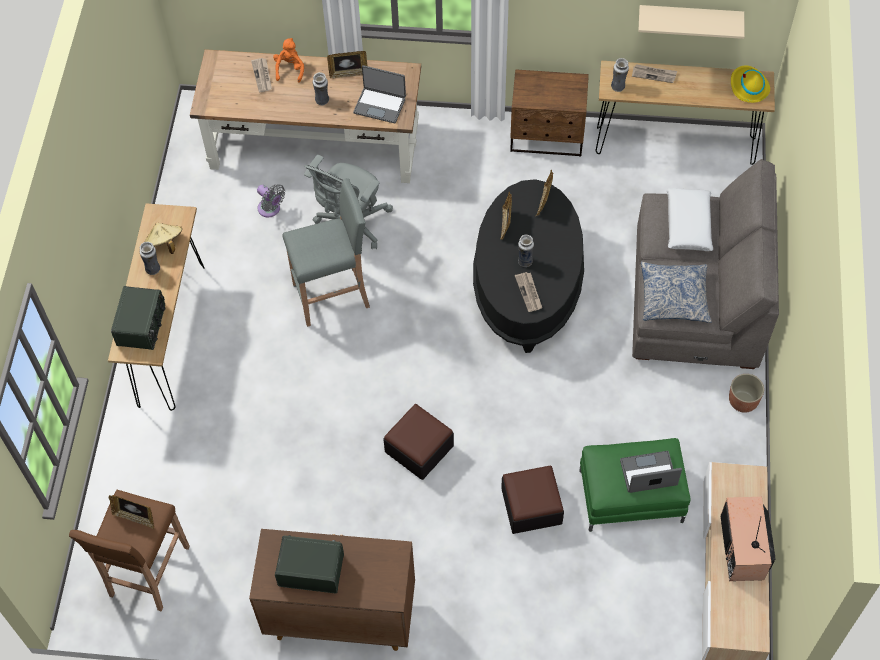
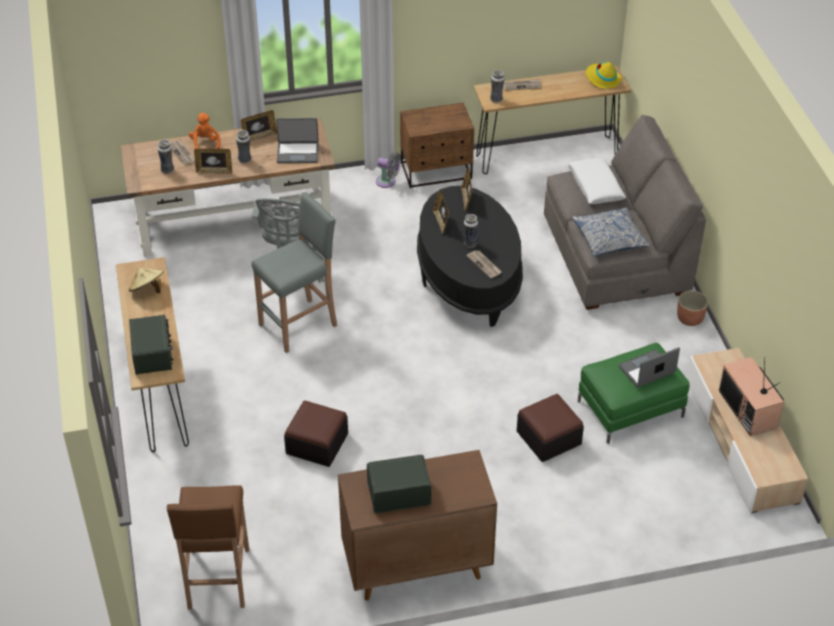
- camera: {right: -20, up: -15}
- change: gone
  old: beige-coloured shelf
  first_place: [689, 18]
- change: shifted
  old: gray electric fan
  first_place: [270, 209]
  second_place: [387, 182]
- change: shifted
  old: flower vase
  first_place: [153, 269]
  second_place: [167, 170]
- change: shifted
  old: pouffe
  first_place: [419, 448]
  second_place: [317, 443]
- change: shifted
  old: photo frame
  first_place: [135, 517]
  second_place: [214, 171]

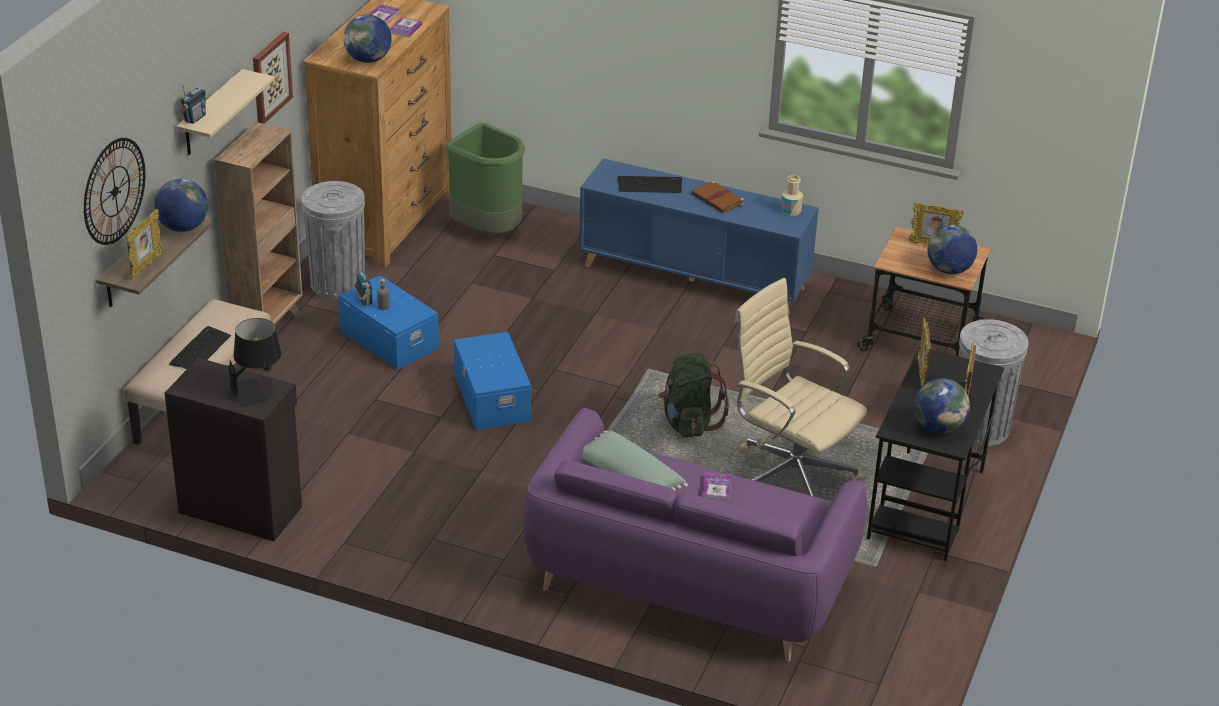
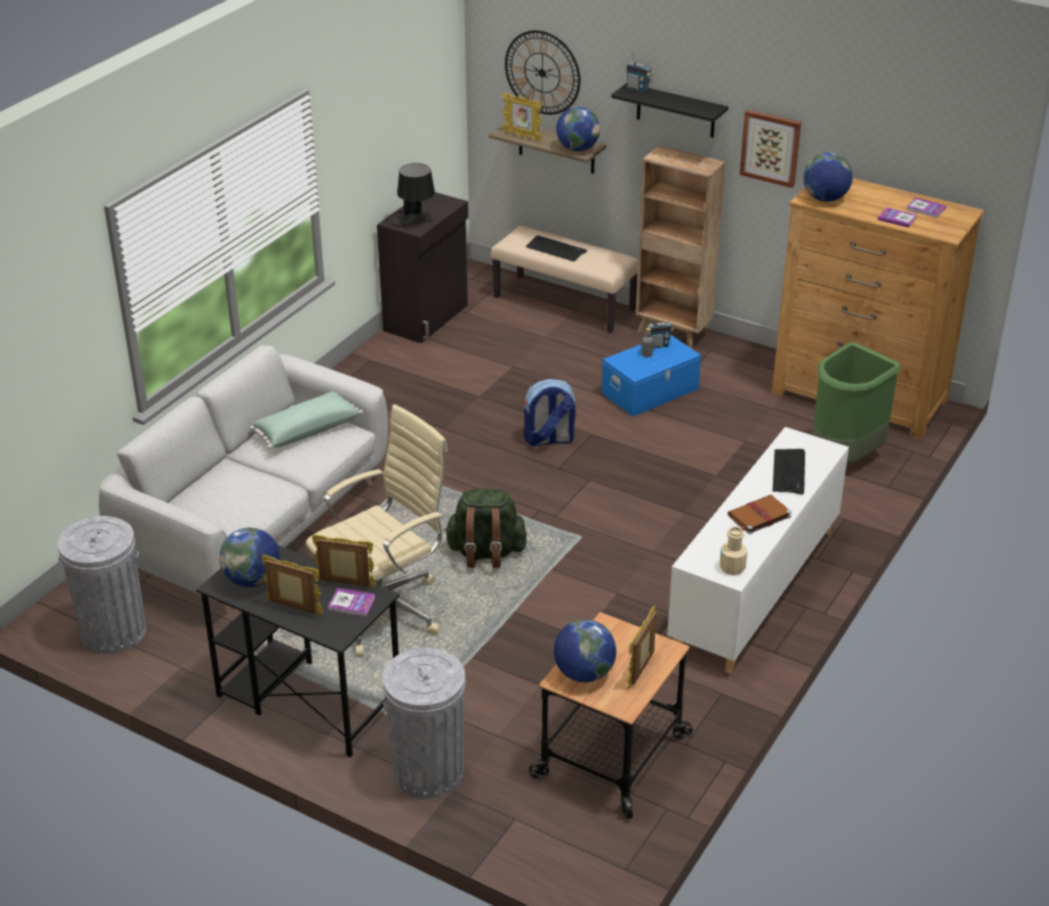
- camera: {right: 100, up: 0}
- change: repainted
  old: beige-coloured shelf
  new: blackish shelf
  first_place: [211, 114]
  second_place: [676, 111]
- change: repainted
  old: bluish cabinet
  new: white-coloured cabinet
  first_place: [694, 277]
  second_place: [755, 589]
- change: shifted
  old: gray waste bin
  first_place: [337, 283]
  second_place: [113, 631]
- change: swapped
  old: bluish storage box
  new: backpack
  first_place: [491, 398]
  second_place: [549, 440]
- change: repainted
  old: purplish settee
  new: gray settee
  first_place: [689, 581]
  second_place: [255, 526]
- change: shifted
  old: bound book
  first_place: [716, 487]
  second_place: [351, 603]

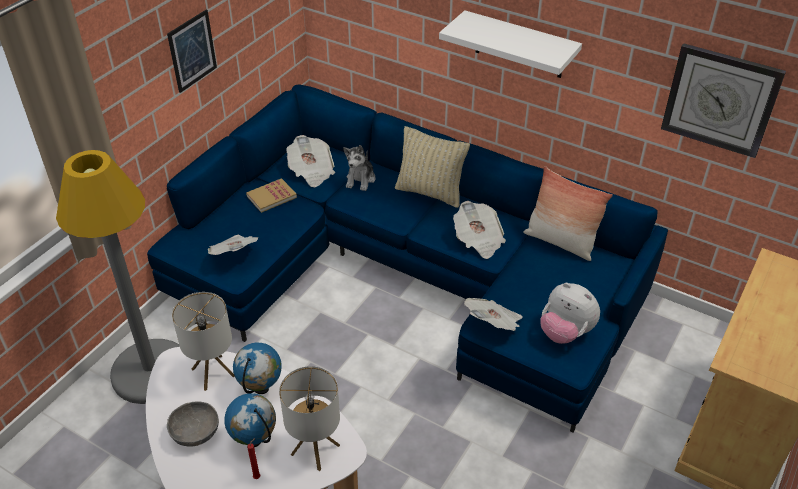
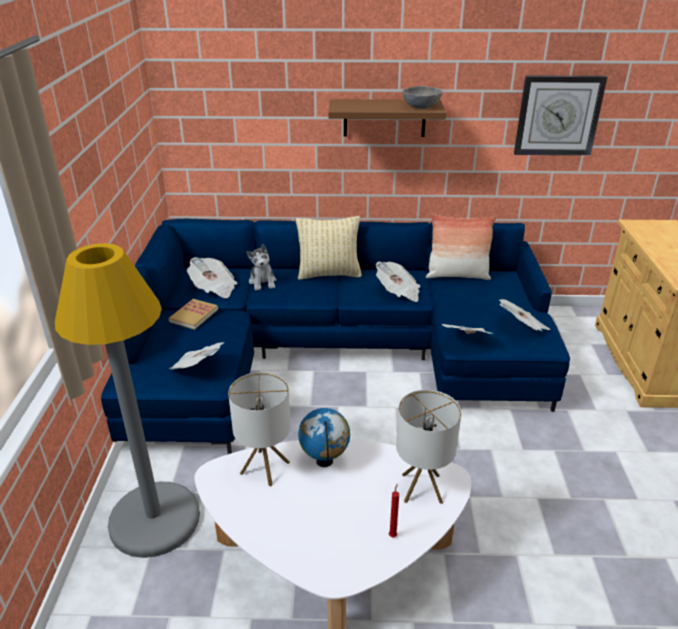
- camera: {right: -30, up: -10}
- change: gone
  old: wall picture
  first_place: [192, 51]
- change: repainted
  old: white-coloured shelf
  new: brown shelf
  first_place: [519, 45]
  second_place: [384, 118]
- change: swapped
  old: plush toy
  new: printed paper
  first_place: [565, 332]
  second_place: [522, 328]
- change: gone
  old: globe
  first_place: [254, 440]
- change: shifted
  old: gray serving bowl
  first_place: [196, 433]
  second_place: [421, 106]

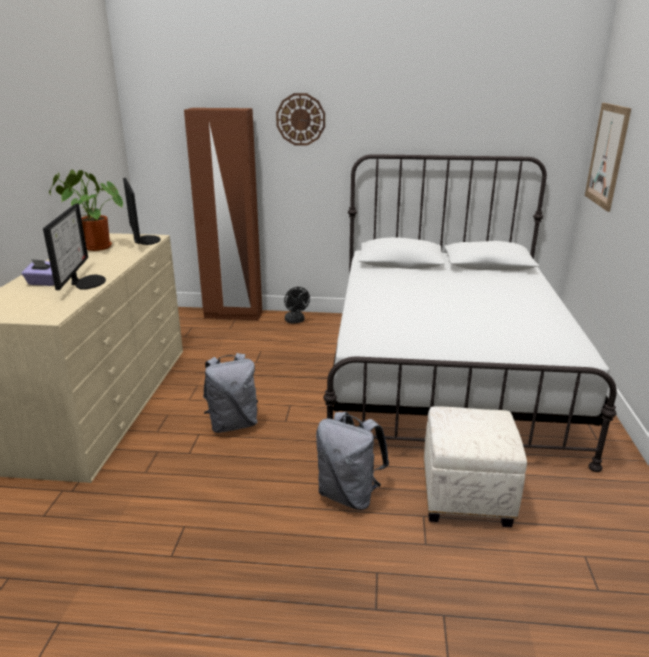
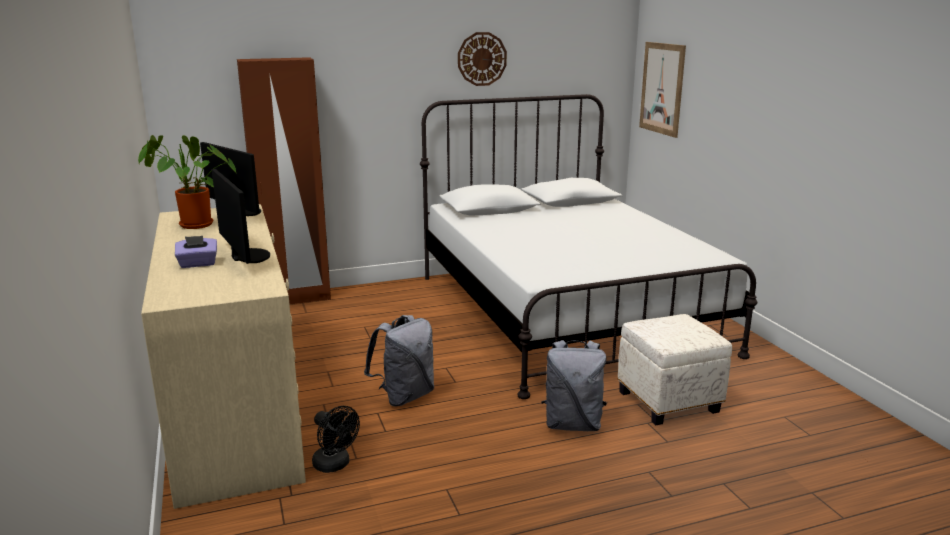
- camera: {right: -25, up: -5}
- change: shifted
  old: hanging clock
  first_place: [300, 119]
  second_place: [482, 59]
- change: shifted
  old: blackish electric fan
  first_place: [295, 321]
  second_place: [335, 465]

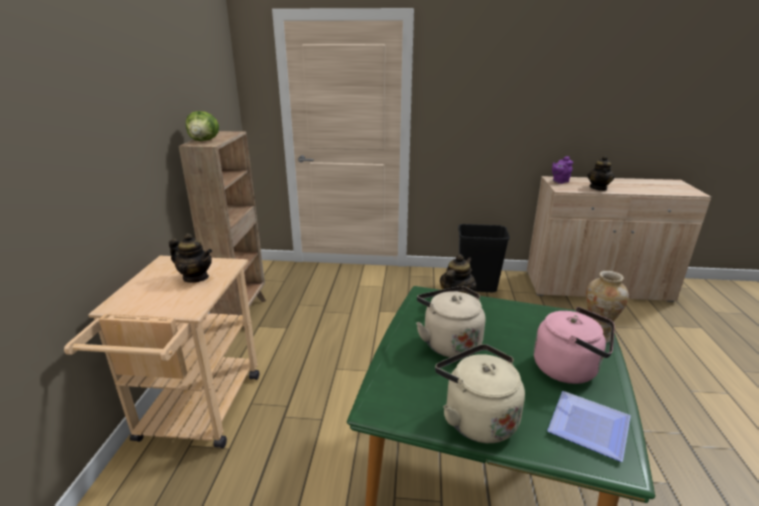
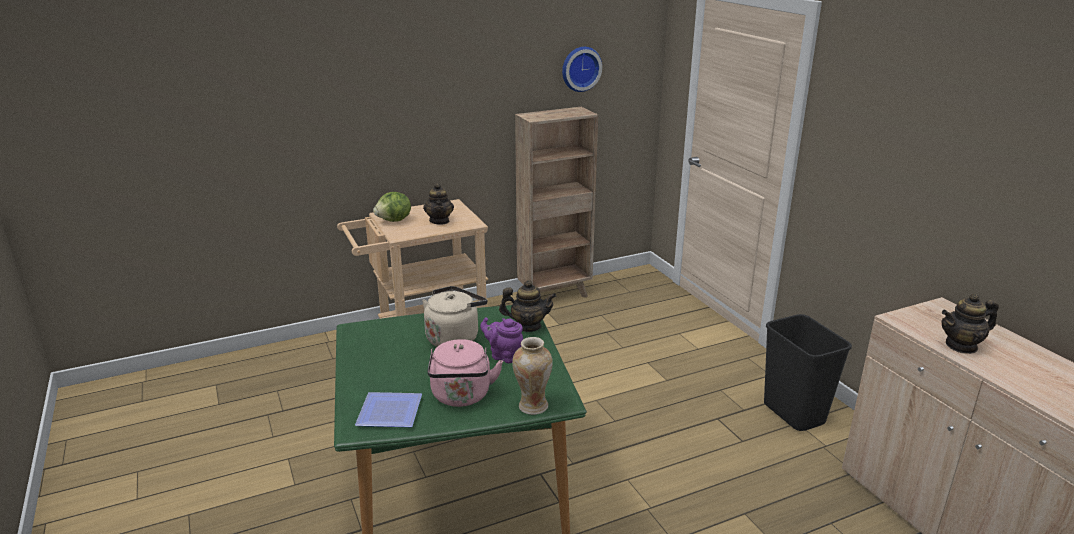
- camera: {right: 60, up: 0}
- change: shifted
  old: head of lettuce
  first_place: [204, 141]
  second_place: [394, 221]
- change: shifted
  old: purplish teapot
  first_place: [559, 181]
  second_place: [504, 356]
- change: gone
  old: beige-coloured water kettle
  first_place: [476, 418]
- change: new
  new: hanging clock
  second_place: [580, 68]

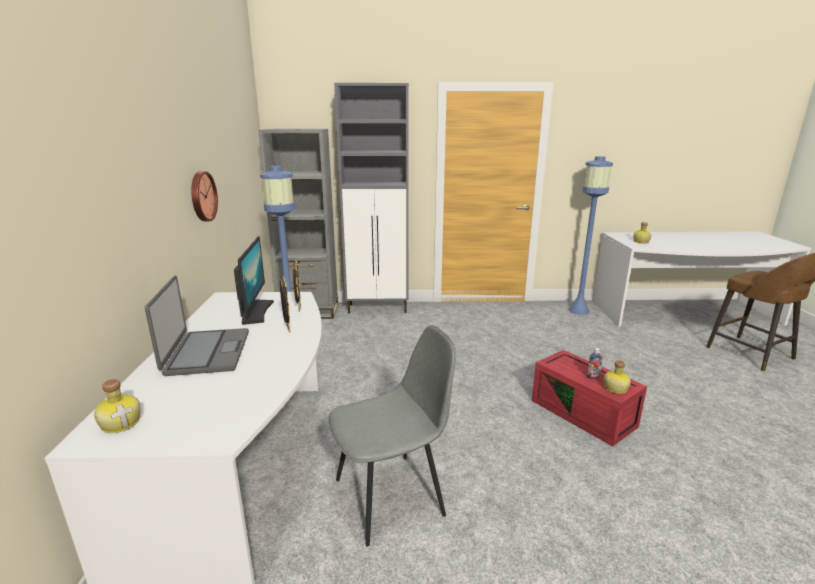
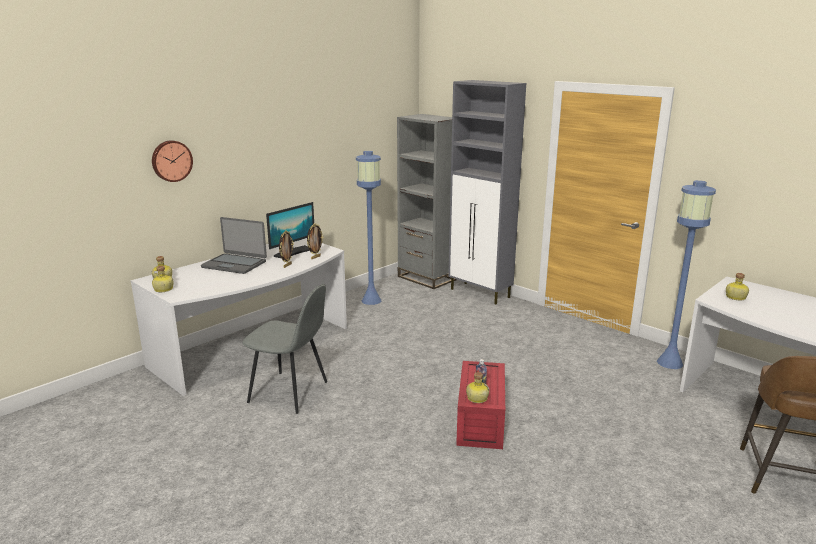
- camera: {right: 45, up: 0}
- change: shifted
  old: hanging clock
  first_place: [202, 196]
  second_place: [171, 161]
- change: rotated
  old: portable computer
  first_place: [206, 353]
  second_place: [234, 264]
  degrees: 75
- change: new
  new: drink bottle
  second_place: [163, 289]

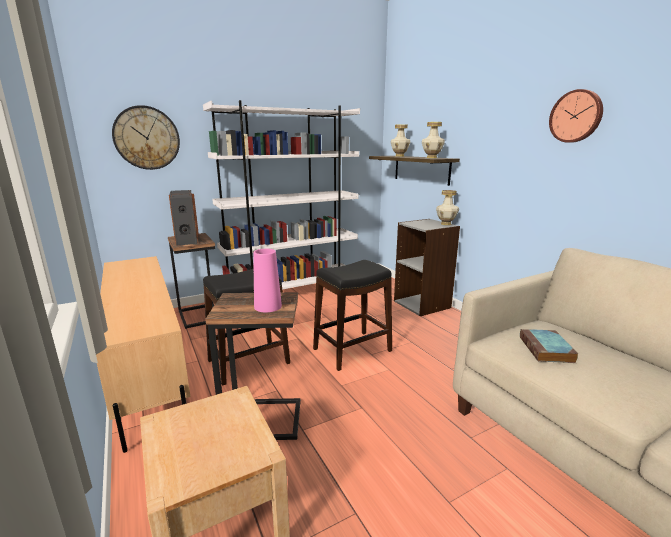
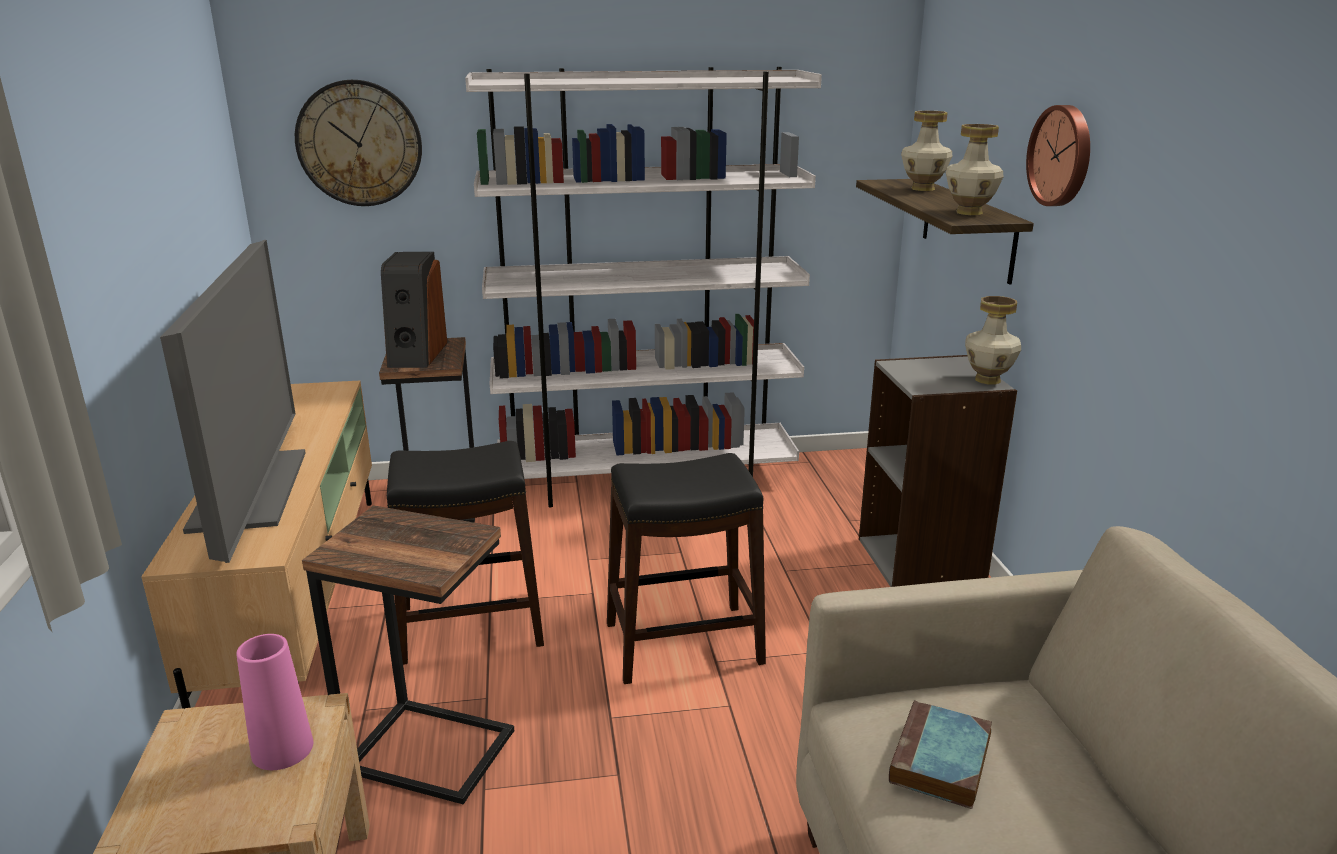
- camera: {right: 20, up: 5}
- change: shifted
  old: hanging clock
  first_place: [576, 116]
  second_place: [1062, 156]
- change: shifted
  old: pinkish flower vase
  first_place: [268, 306]
  second_place: [282, 749]
- change: new
  new: television
  second_place: [251, 489]

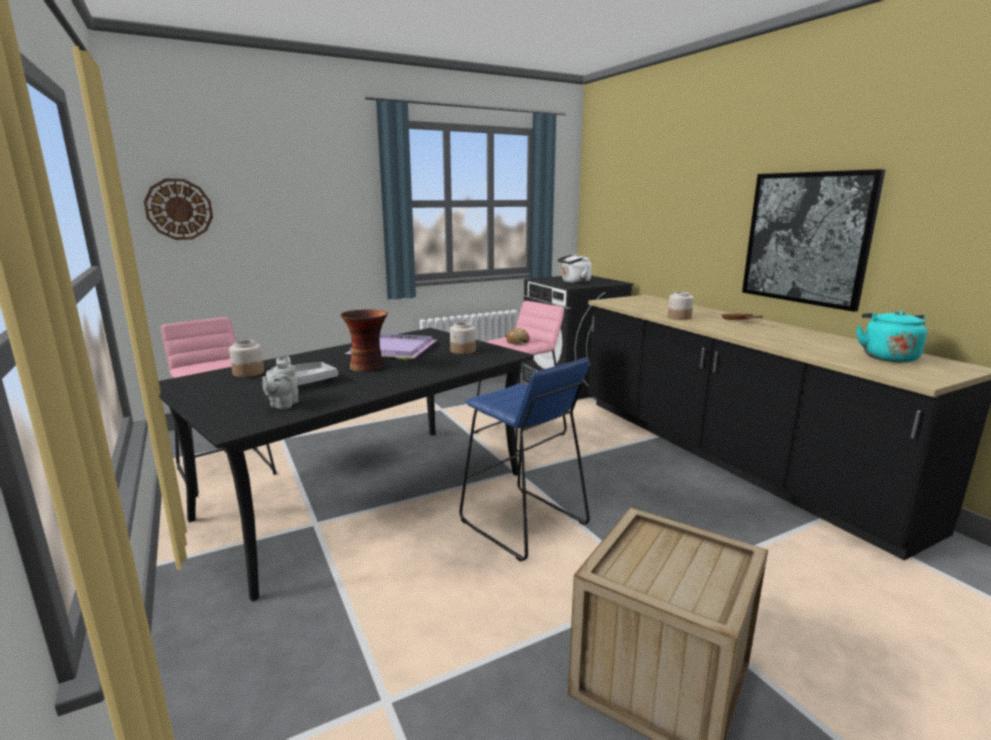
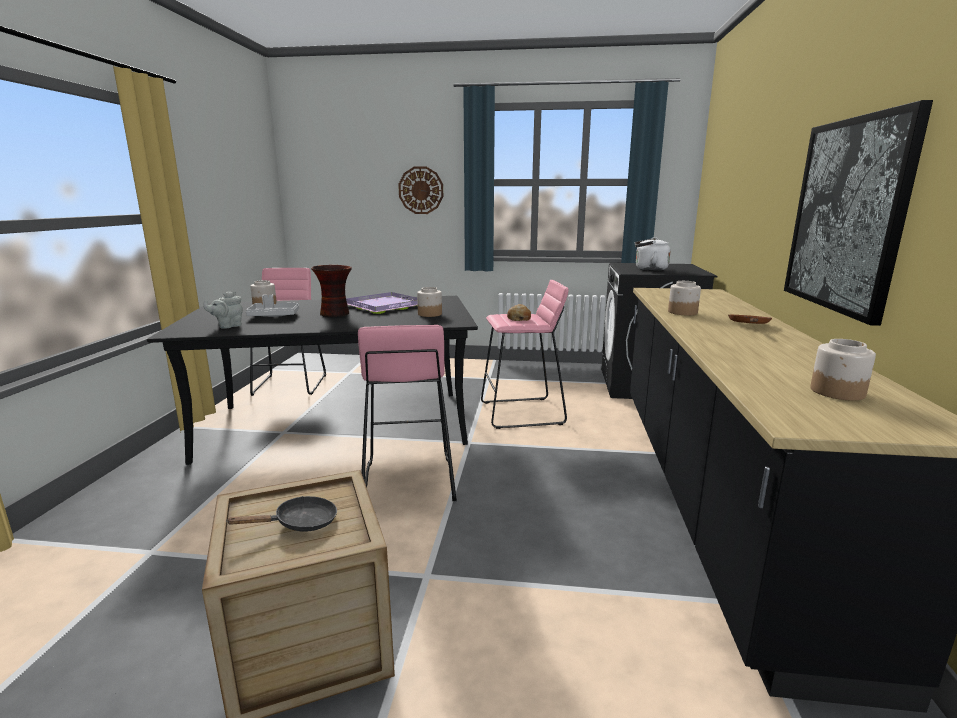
- camera: {right: 35, up: 0}
- change: shifted
  old: hanging clock
  first_place: [179, 209]
  second_place: [421, 190]
- change: swapped
  old: turquoise water kettle
  new: preserve jar
  first_place: [887, 357]
  second_place: [838, 392]
- change: repainted
  old: bluish stool
  new: pinkish stool
  first_place: [523, 523]
  second_place: [408, 481]
- change: new
  new: blackish skillet
  second_place: [300, 523]

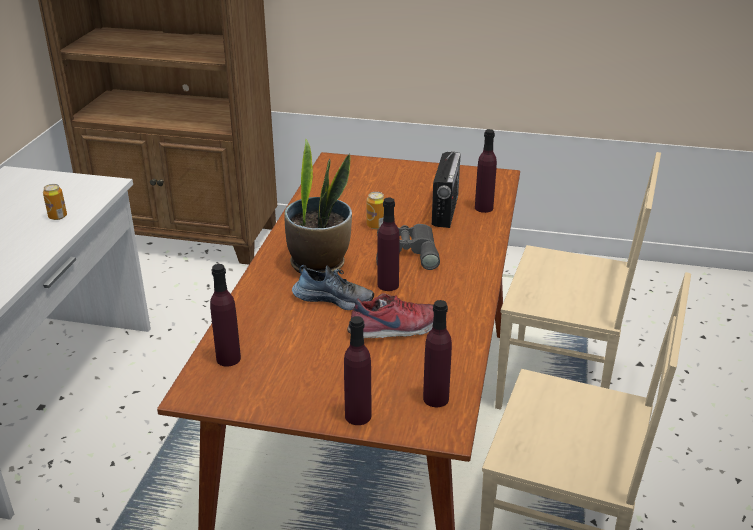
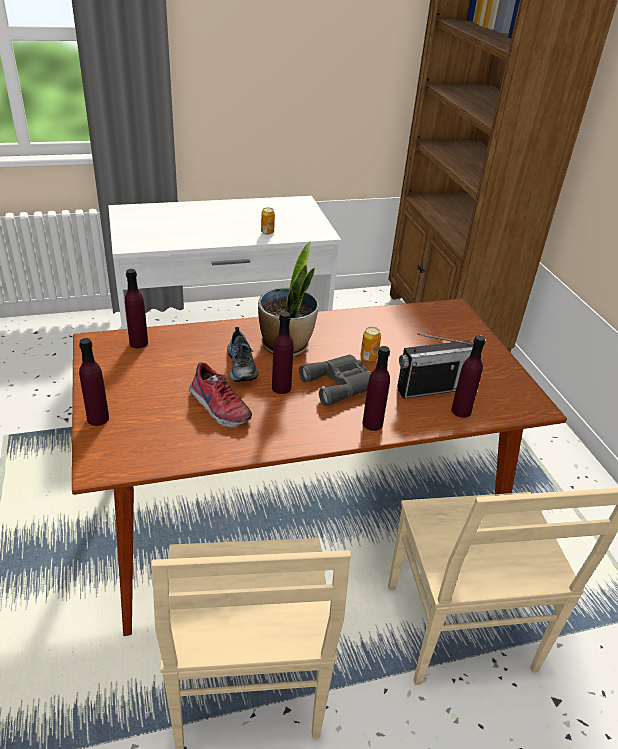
- camera: {right: 60, up: 5}
- change: shifted
  old: purplish drink bottle
  first_place: [436, 398]
  second_place: [372, 423]

